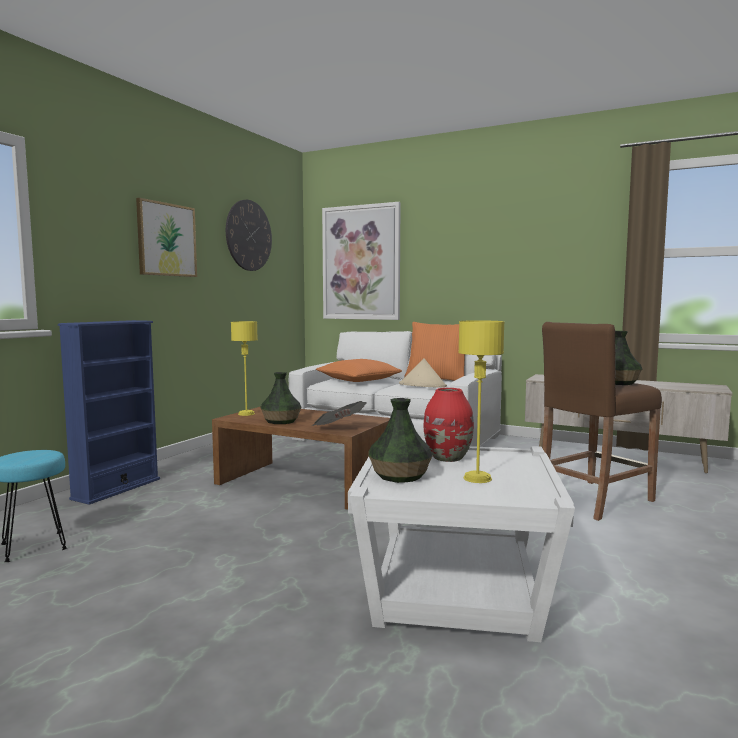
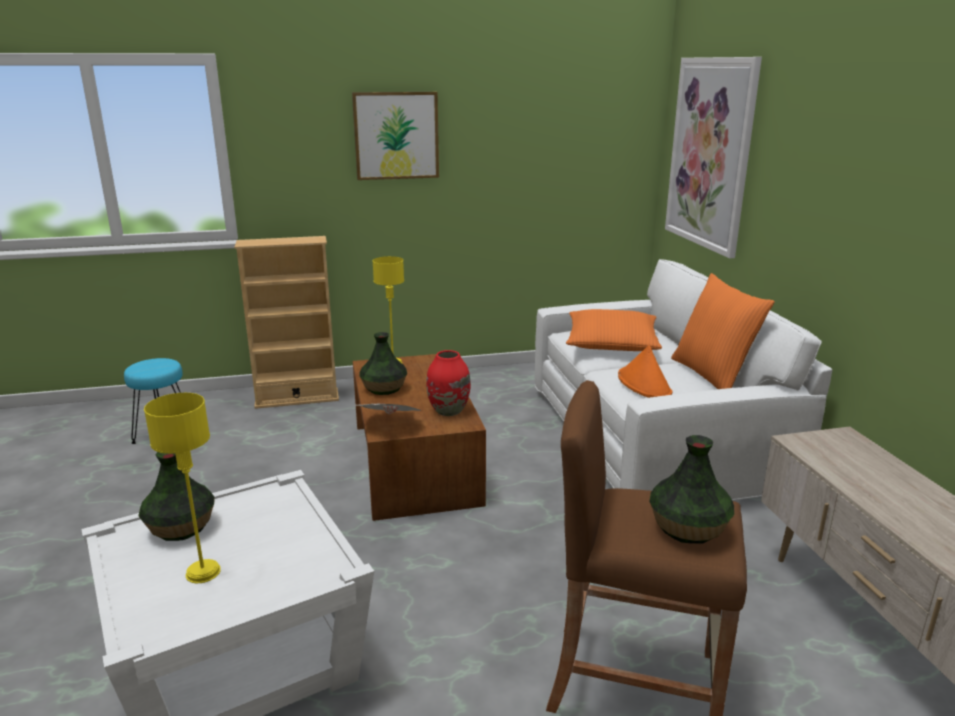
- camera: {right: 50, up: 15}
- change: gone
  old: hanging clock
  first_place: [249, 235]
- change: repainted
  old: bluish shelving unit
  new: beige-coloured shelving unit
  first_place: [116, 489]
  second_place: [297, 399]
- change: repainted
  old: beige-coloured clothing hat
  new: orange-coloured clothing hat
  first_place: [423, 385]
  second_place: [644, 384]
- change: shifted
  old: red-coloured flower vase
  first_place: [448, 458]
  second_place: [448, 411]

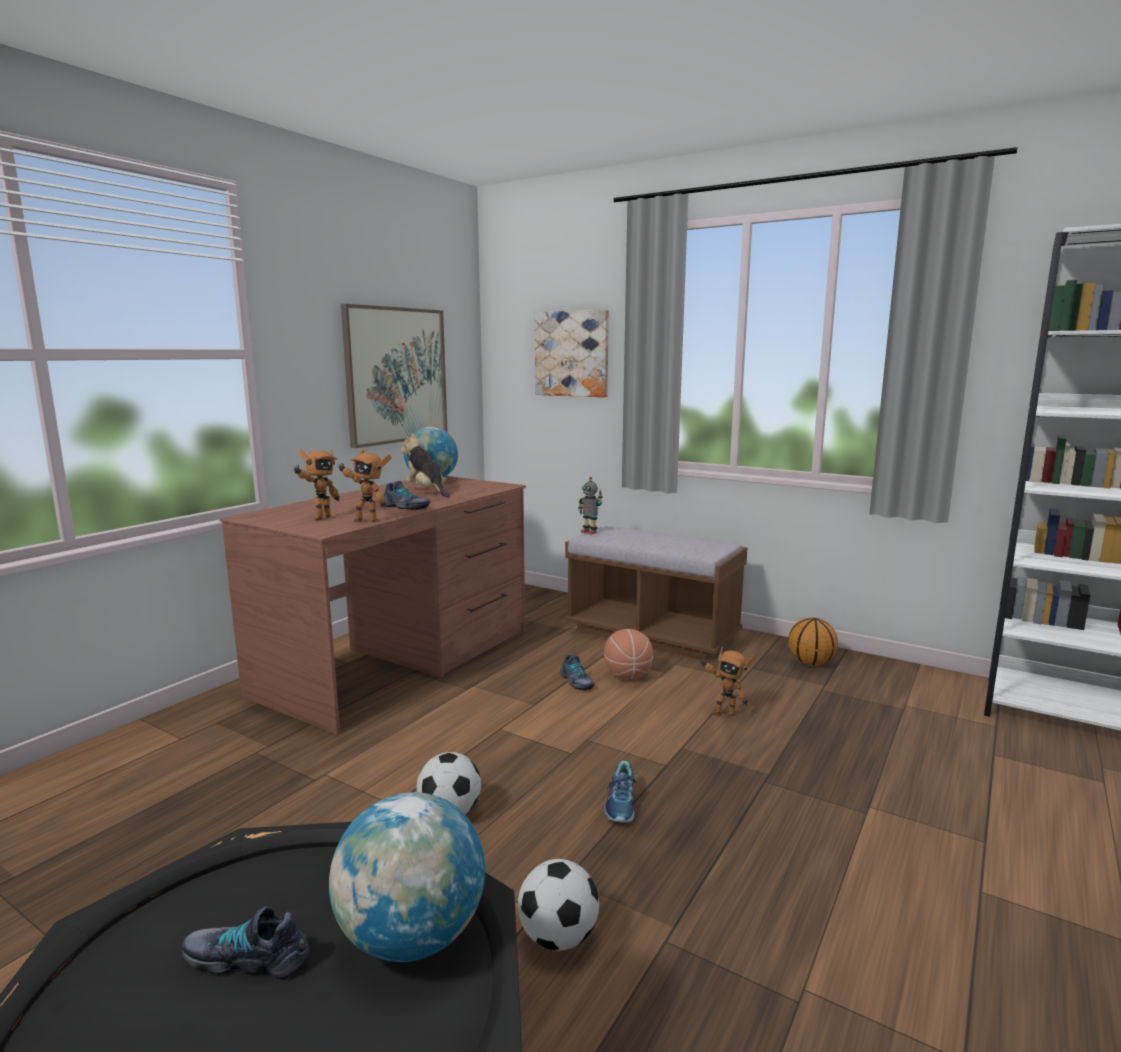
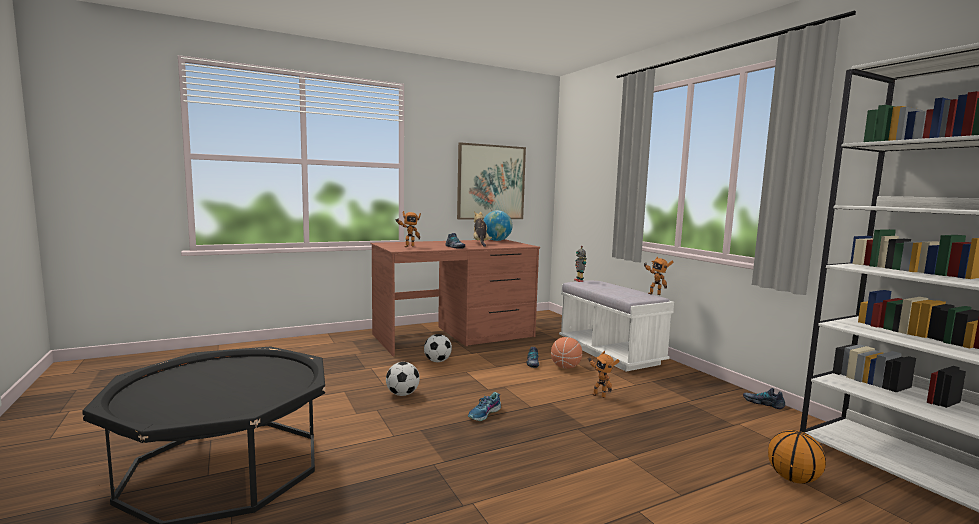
- camera: {right: 30, up: -5}
- change: gone
  old: wall picture
  first_place: [572, 354]
- change: shifted
  old: toy robot
  first_place: [366, 520]
  second_place: [654, 294]
- change: repainted
  old: brown long seat
  new: white-coloured long seat
  first_place: [652, 634]
  second_place: [610, 353]
- change: shifted
  old: basketball ball
  first_place: [811, 662]
  second_place: [793, 479]
- change: gone
  old: globe
  first_place: [412, 937]
- change: shifted
  old: football ball
  first_place: [558, 937]
  second_place: [437, 361]
- change: shifted
  old: low shoe
  first_place: [248, 958]
  second_place: [763, 403]

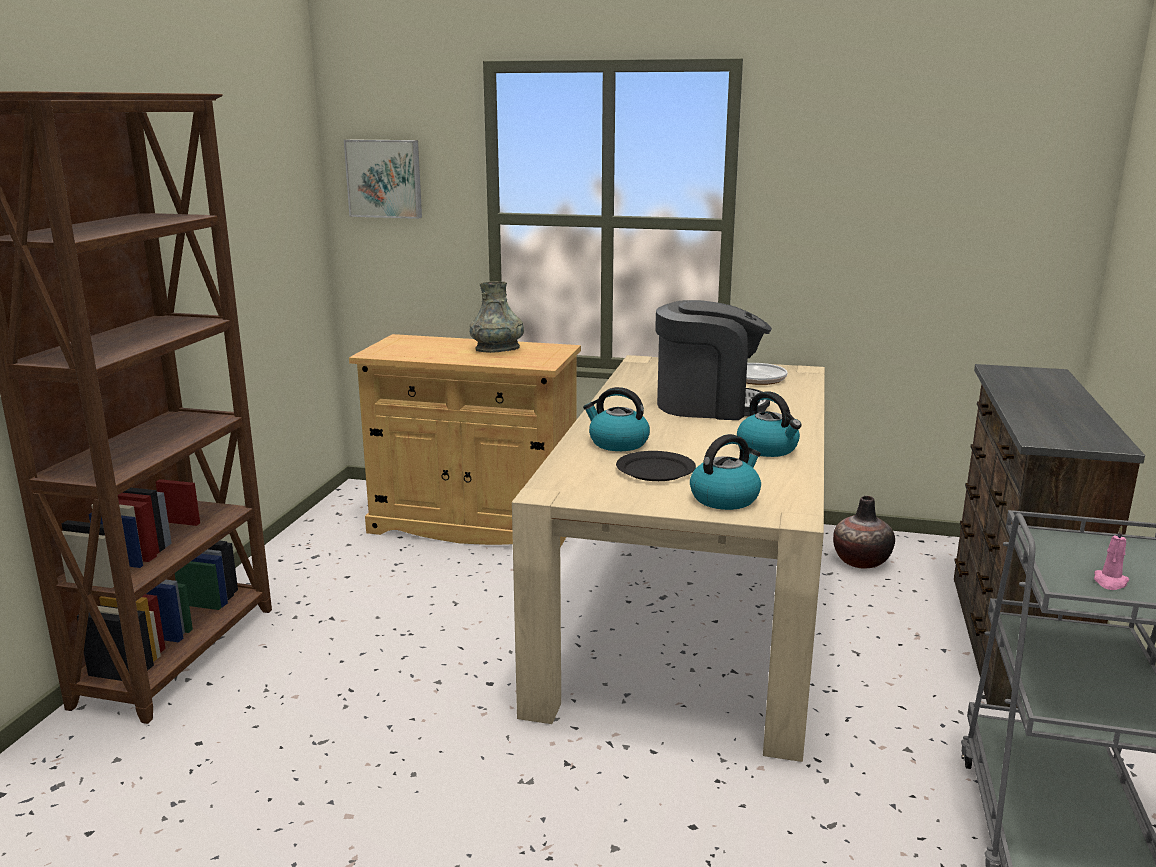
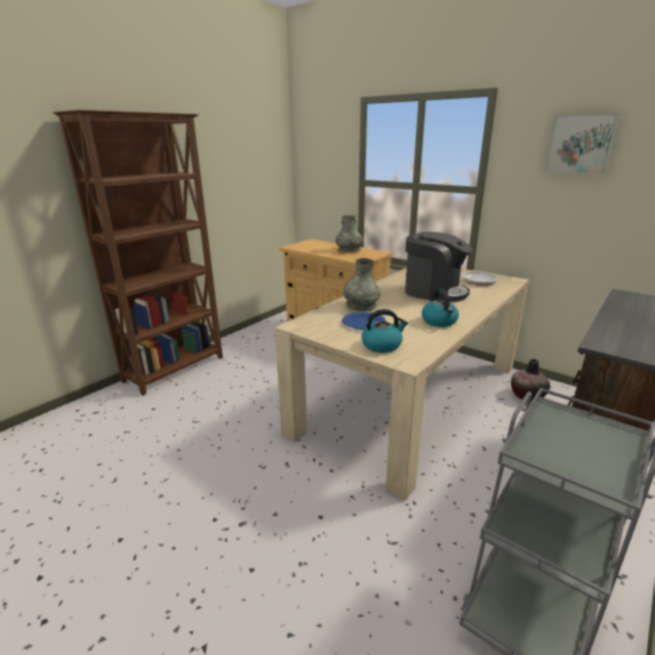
- camera: {right: 25, up: 5}
- change: shifted
  old: wall picture
  first_place: [385, 178]
  second_place: [580, 144]
- change: swapped
  old: water kettle
  new: gray flower vase
  first_place: [617, 443]
  second_place: [361, 305]
- change: repainted
  old: blackish dinner plate
  new: bluish dinner plate
  first_place: [656, 470]
  second_place: [363, 323]
- change: gone
  old: pinkish wax light
  first_place: [1110, 582]

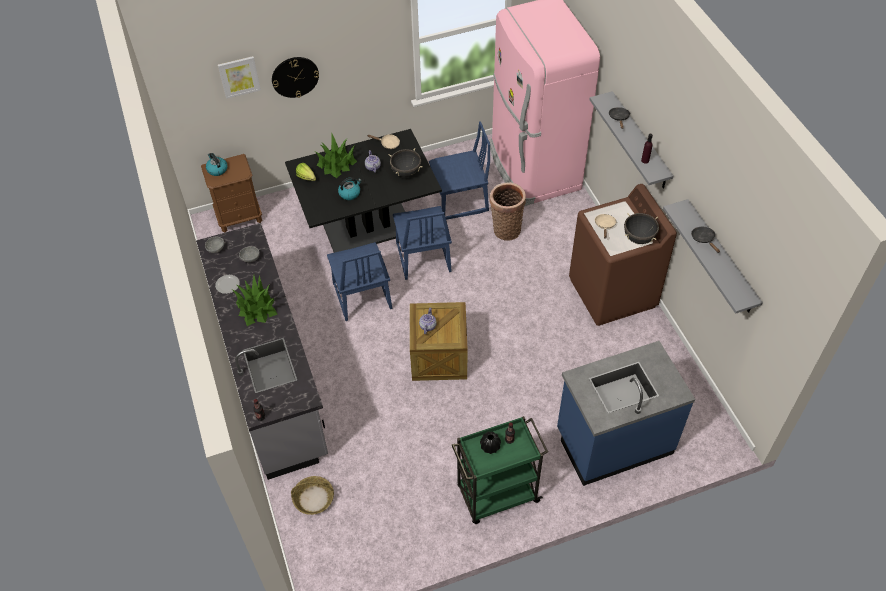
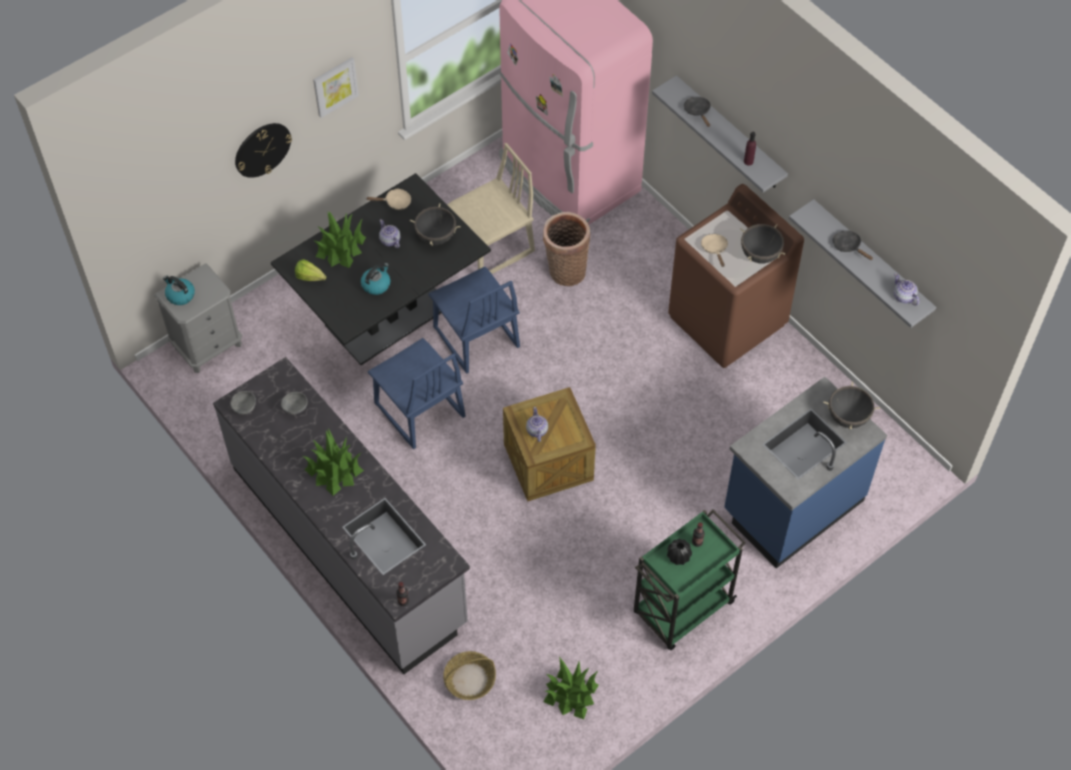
- camera: {right: -20, up: 5}
- change: shifted
  old: wall picture
  first_place: [239, 76]
  second_place: [335, 86]
- change: repainted
  old: bluish upright chair
  new: beige-coloured upright chair
  first_place: [460, 201]
  second_place: [492, 247]
- change: repainted
  old: brown nightstand
  new: gray nightstand
  first_place: [239, 217]
  second_place: [208, 345]
- change: gone
  old: dinner plate
  first_place: [227, 285]
- change: new
  new: teapot
  second_place: [904, 297]
- change: new
  new: blackish saucepot
  second_place: [848, 417]
- change: new
  new: plant in a pot
  second_place: [570, 693]

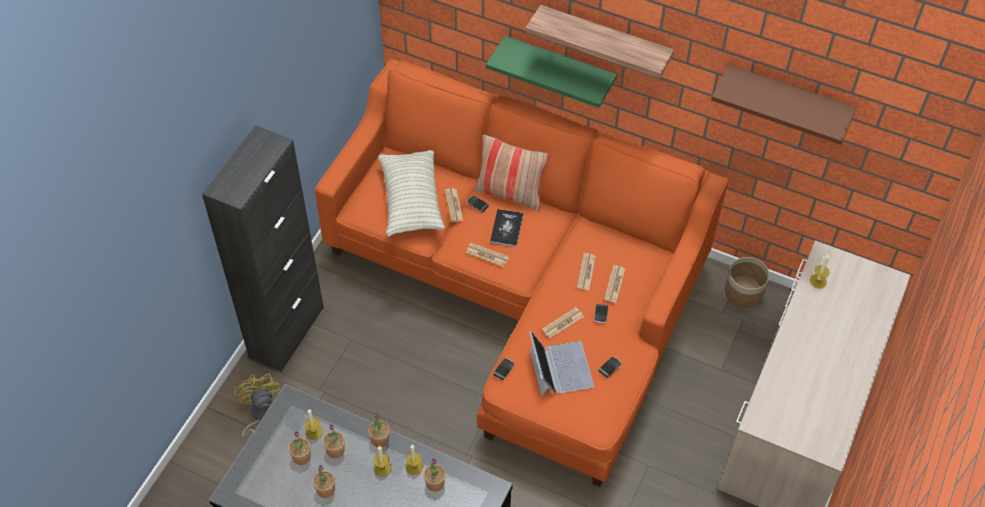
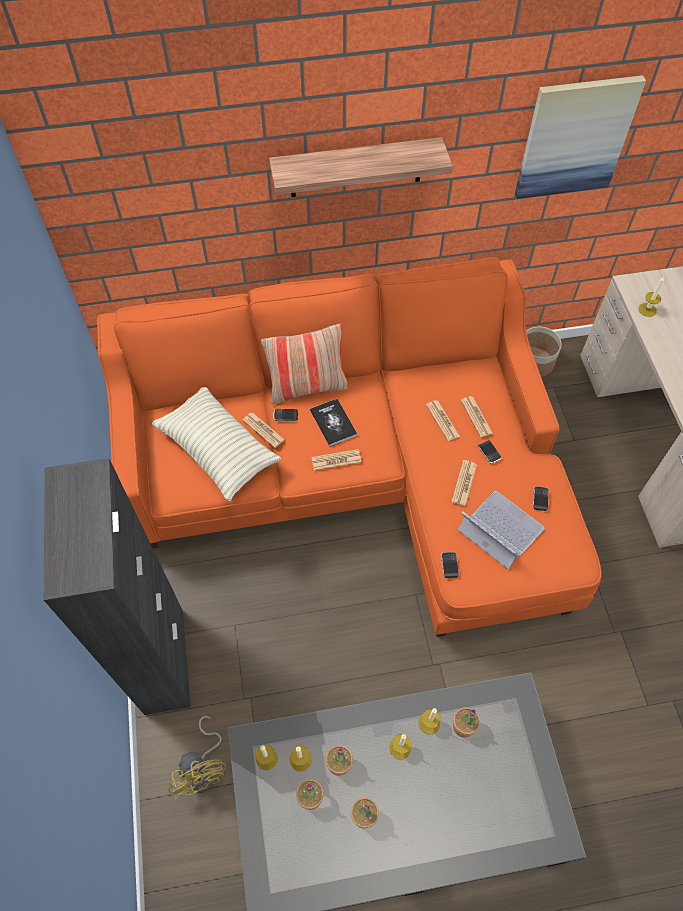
- camera: {right: -35, up: 5}
- change: gone
  old: green-coloured shelf
  first_place: [559, 68]
- change: swapped
  old: brown shelf
  new: wall picture
  first_place: [787, 100]
  second_place: [575, 137]
- change: rotated
  old: yellowish electric fan
  first_place: [259, 415]
  second_place: [203, 769]
  degrees: -150
- change: gone
  old: plant in a pot
  first_place: [380, 439]
- change: new
  new: wax light
  second_place: [267, 758]

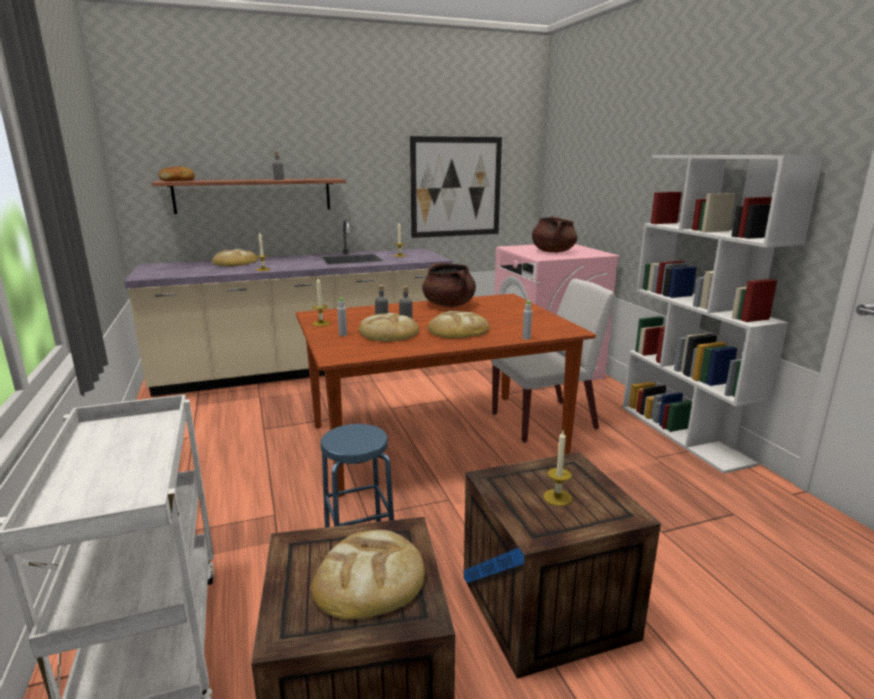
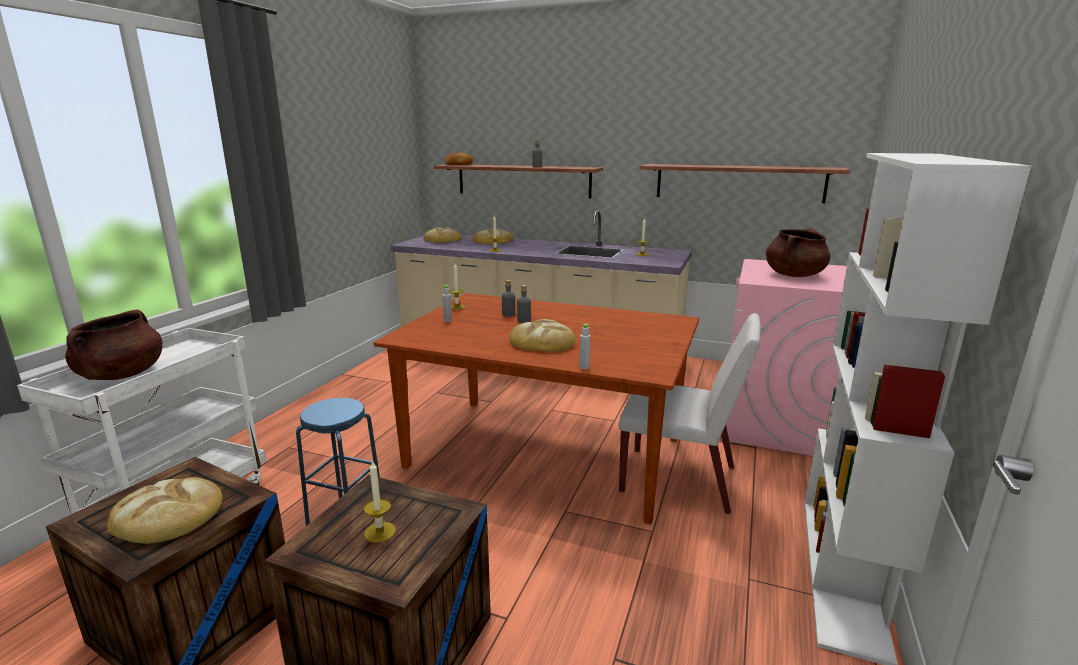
- camera: {right: 40, up: 0}
- change: swapped
  old: wall picture
  new: shelf
  first_place: [456, 187]
  second_place: [738, 183]
- change: shifted
  old: brown saucepot
  first_place: [449, 305]
  second_place: [122, 375]
- change: shifted
  old: baked bread
  first_place: [388, 333]
  second_place: [442, 239]

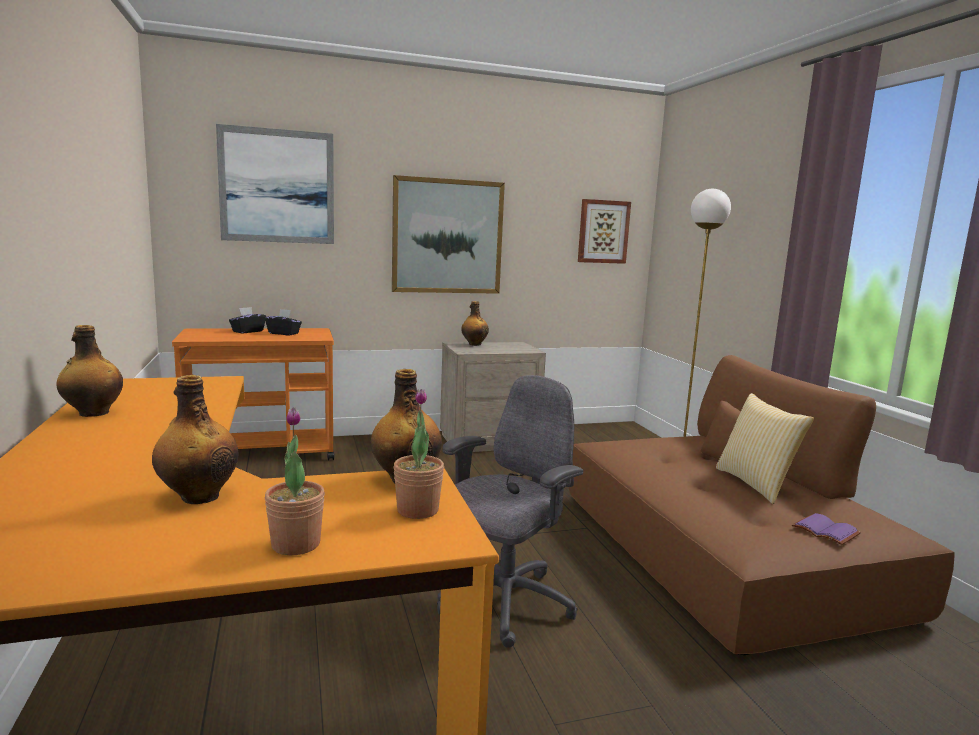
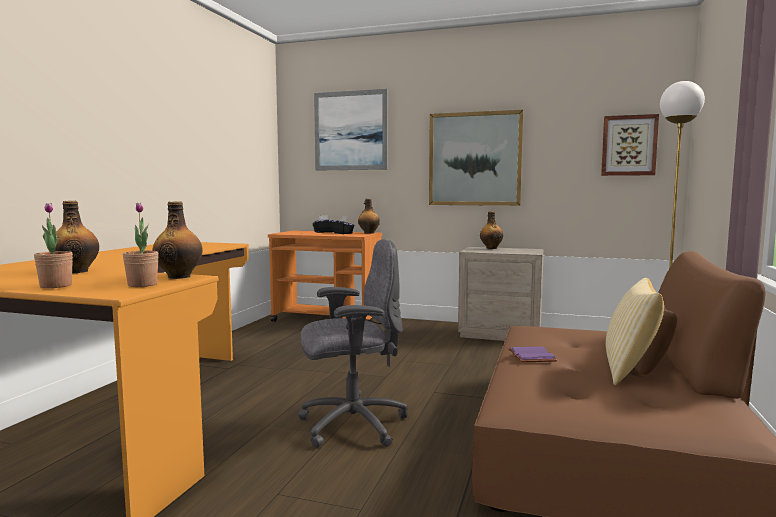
- camera: {right: 35, up: -5}
- change: shifted
  old: drink bottle
  first_place: [93, 413]
  second_place: [368, 233]
- change: shifted
  old: purplish bound book
  first_place: [823, 531]
  second_place: [530, 356]

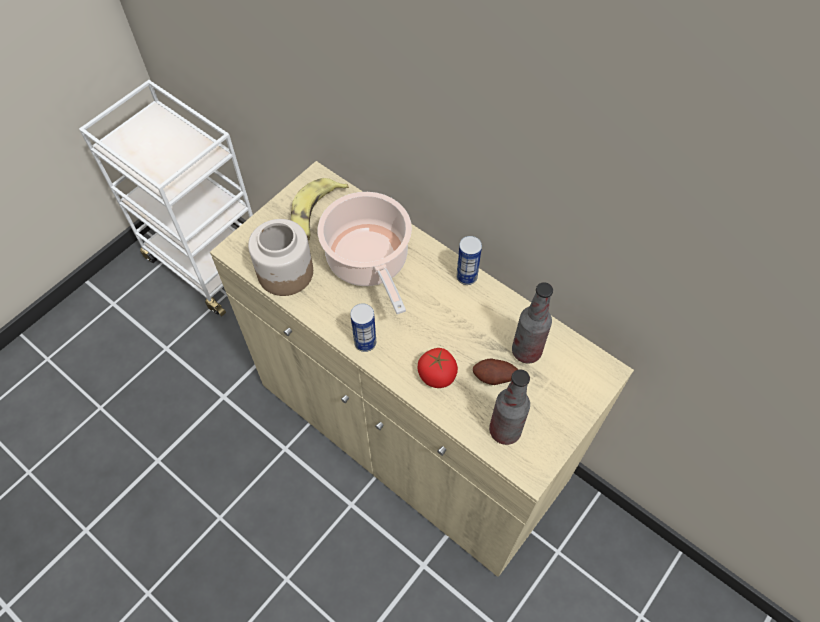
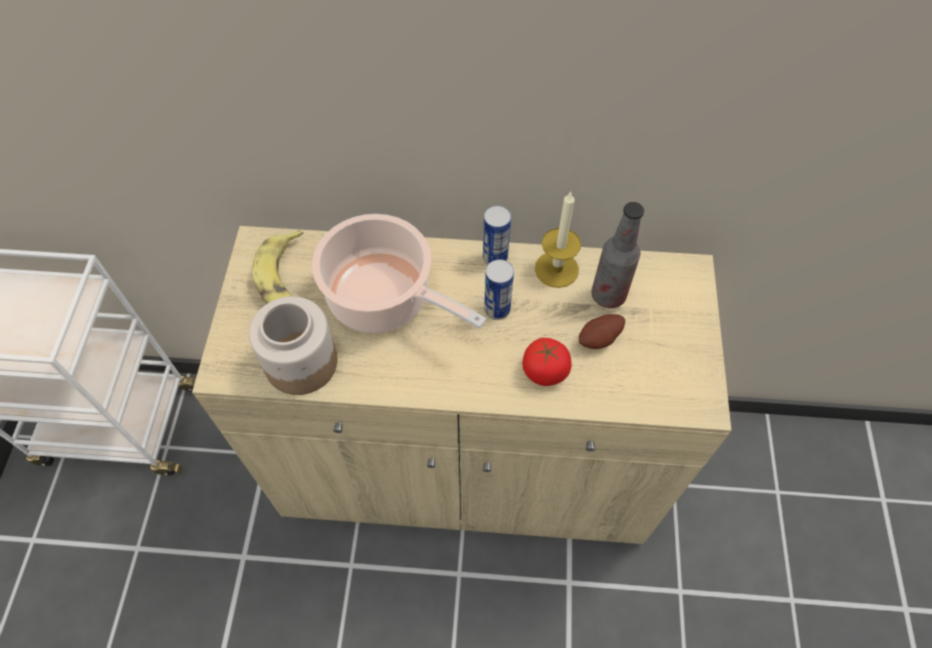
- camera: {right: -35, up: 0}
- change: shifted
  old: sealed can
  first_place: [365, 342]
  second_place: [497, 309]
- change: gone
  old: drink bottle
  first_place: [505, 430]
- change: new
  new: wax light
  second_place: [556, 269]

